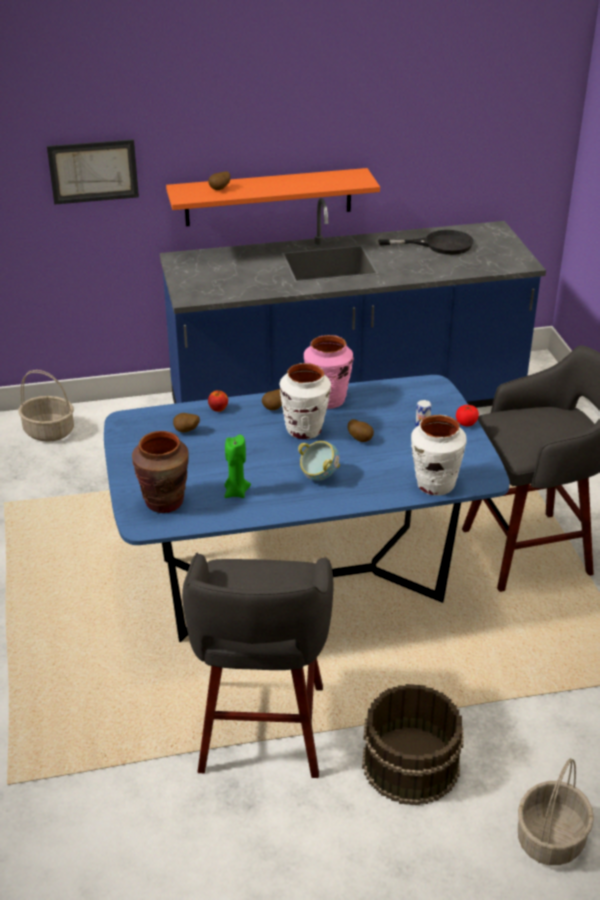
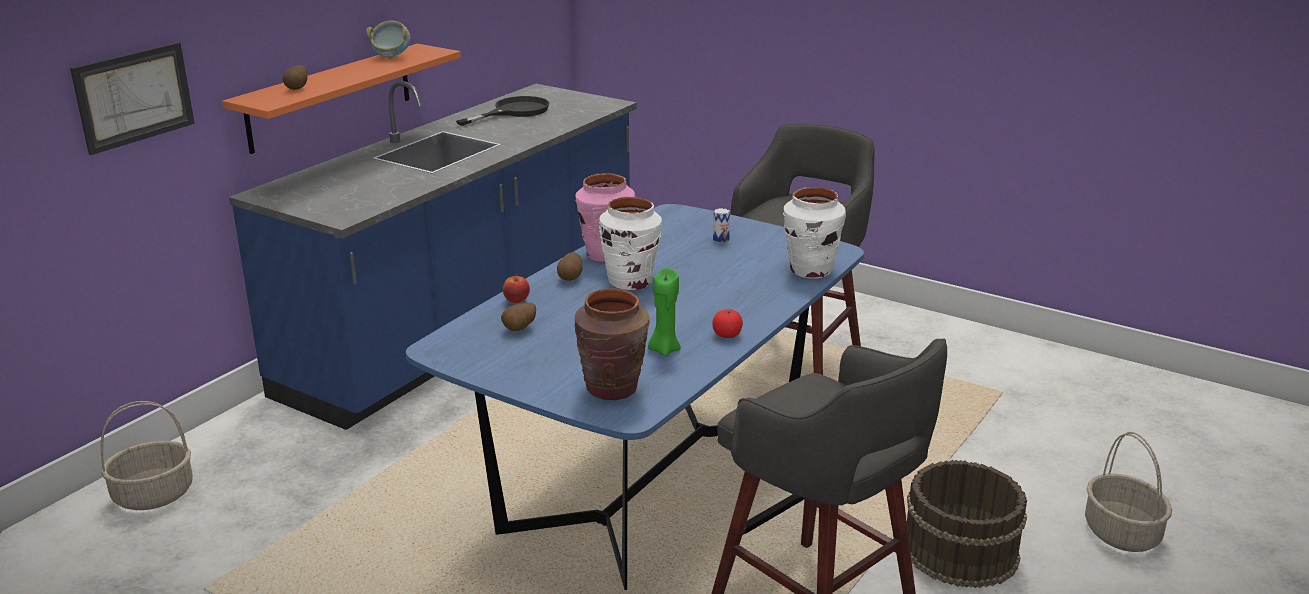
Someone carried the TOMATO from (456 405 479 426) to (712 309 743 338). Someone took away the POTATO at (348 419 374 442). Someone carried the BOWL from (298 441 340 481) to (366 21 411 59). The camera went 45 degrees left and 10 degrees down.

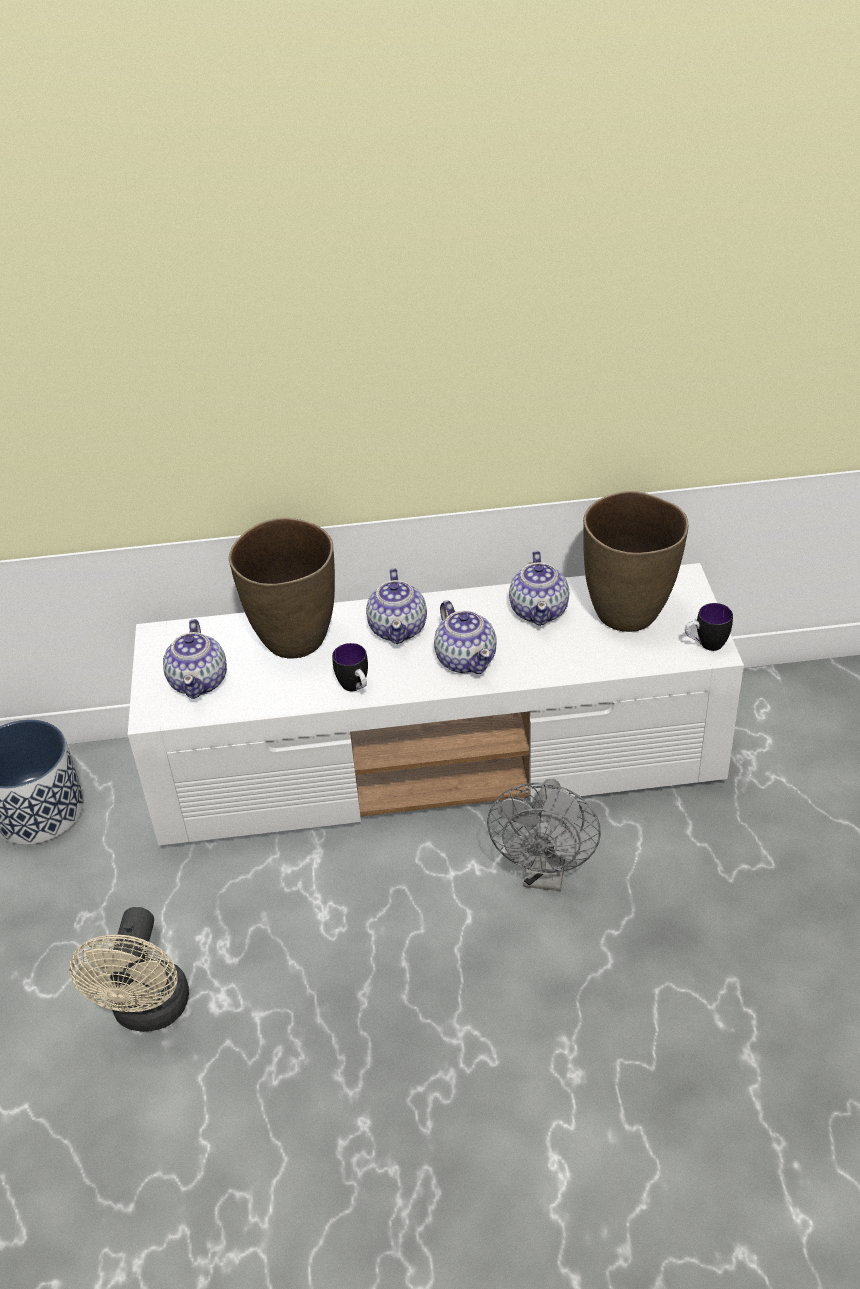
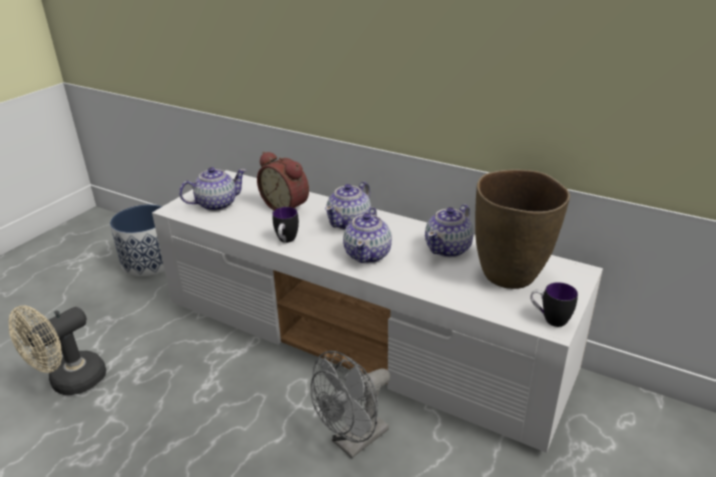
Someone swapped the BROWN VASE at (229 518 335 659) for the ALARM CLOCK at (257 151 309 210). Someone rotated the TEAPOT at (163 619 227 699) by 150 degrees counterclockwise. The camera went 35 degrees right and 10 degrees down.

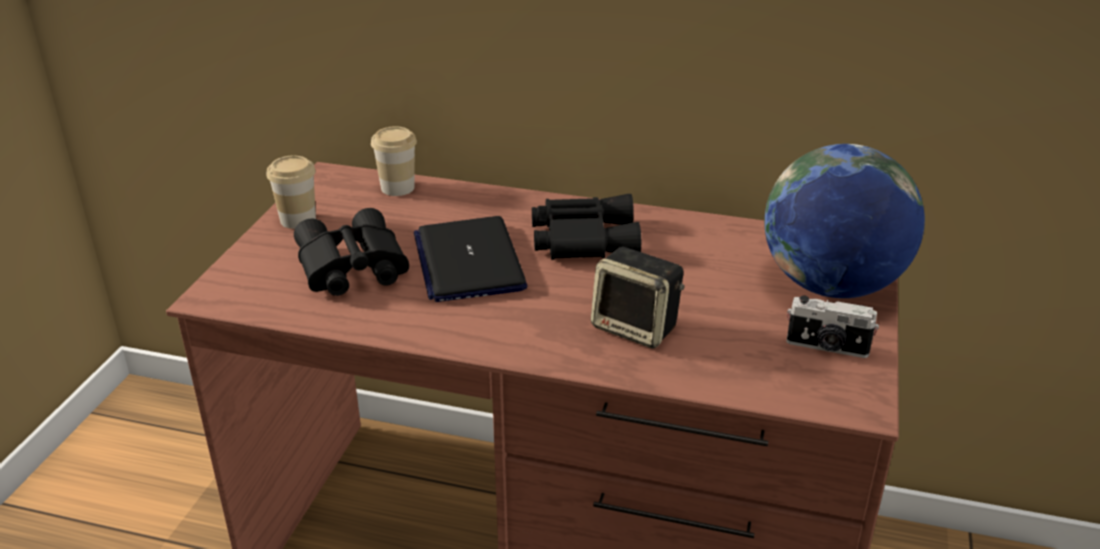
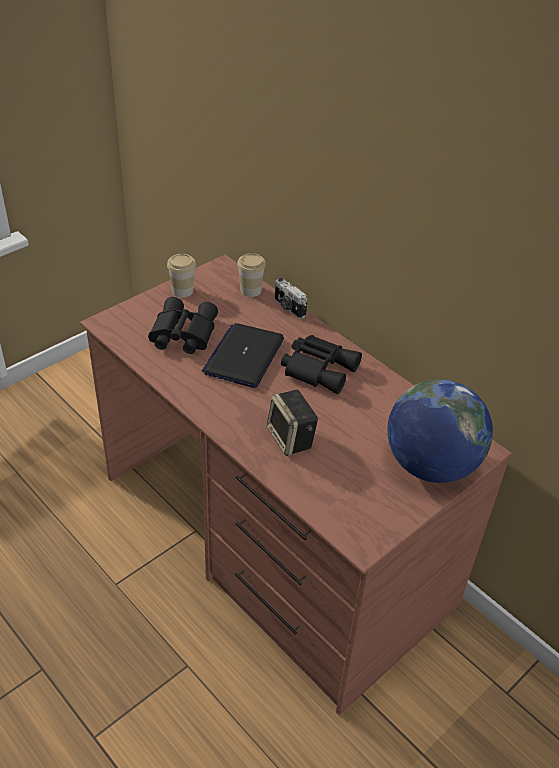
Someone carried the PHOTO CAMERA from (786 296 879 358) to (275 278 307 319). The camera went 30 degrees right and 10 degrees up.

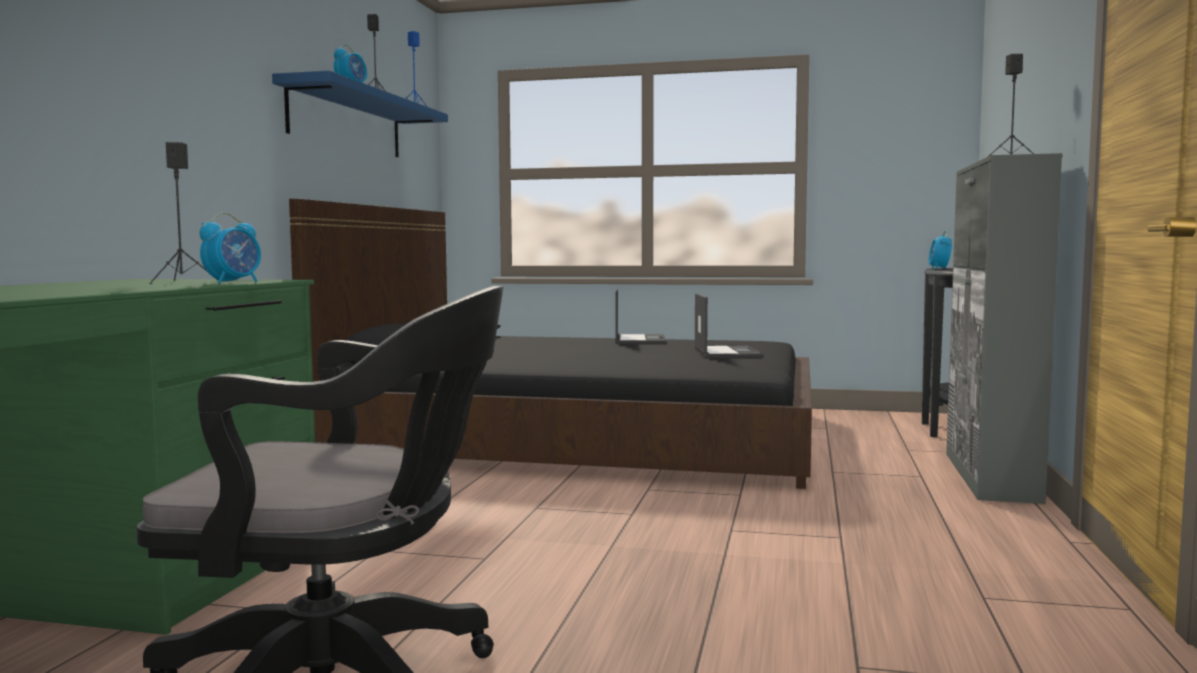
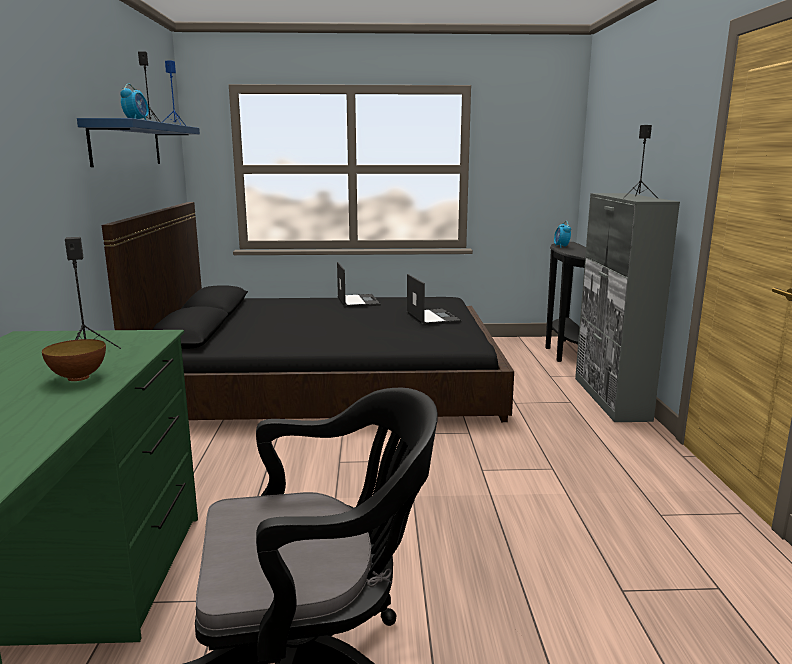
Someone took away the ALARM CLOCK at (199 212 261 284). Someone put down the BOWL at (42 339 106 381). The camera went 15 degrees left and 10 degrees up.

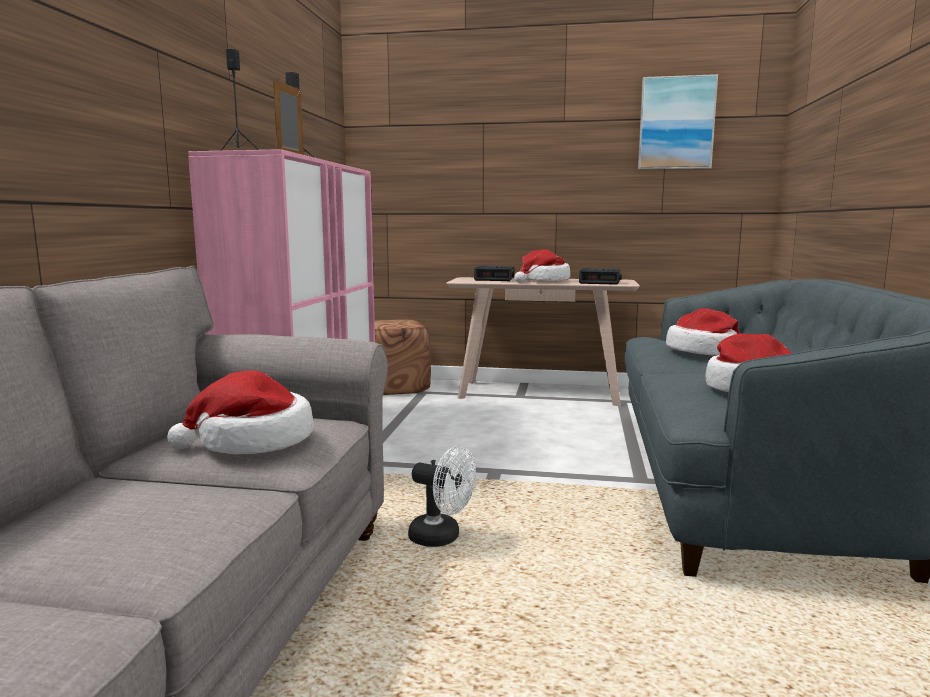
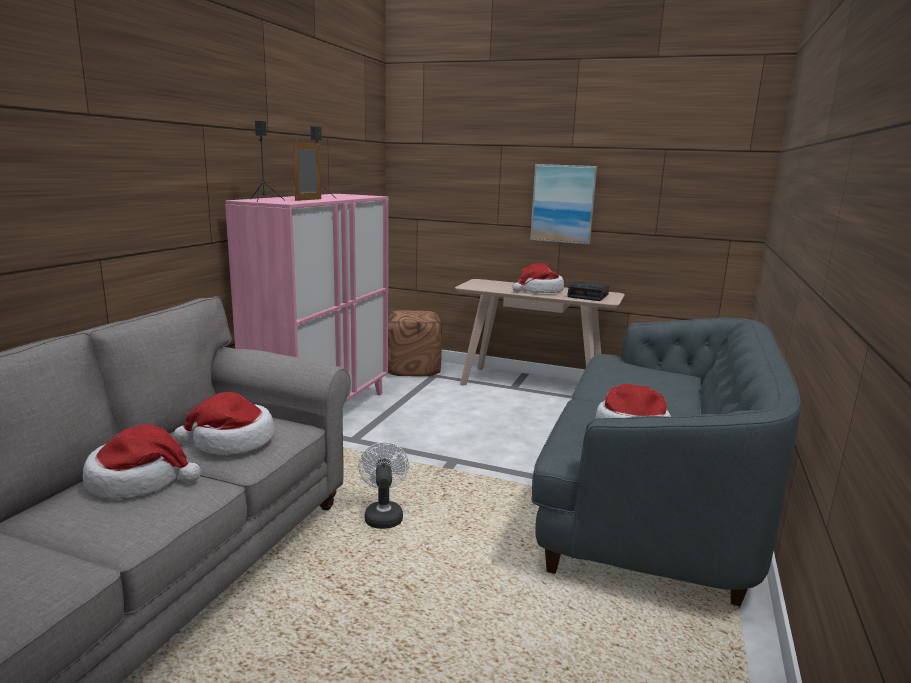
Someone carried the PICTURE from (638 74 718 170) to (530 164 597 244). Someone took away the ALARM CLOCK at (474 266 514 281). Someone carried the HAT from (666 308 740 355) to (83 424 201 499). Someone rotated the WHITE FAN at (408 446 476 547) by 135 degrees counterclockwise. The camera went 10 degrees right and 5 degrees up.

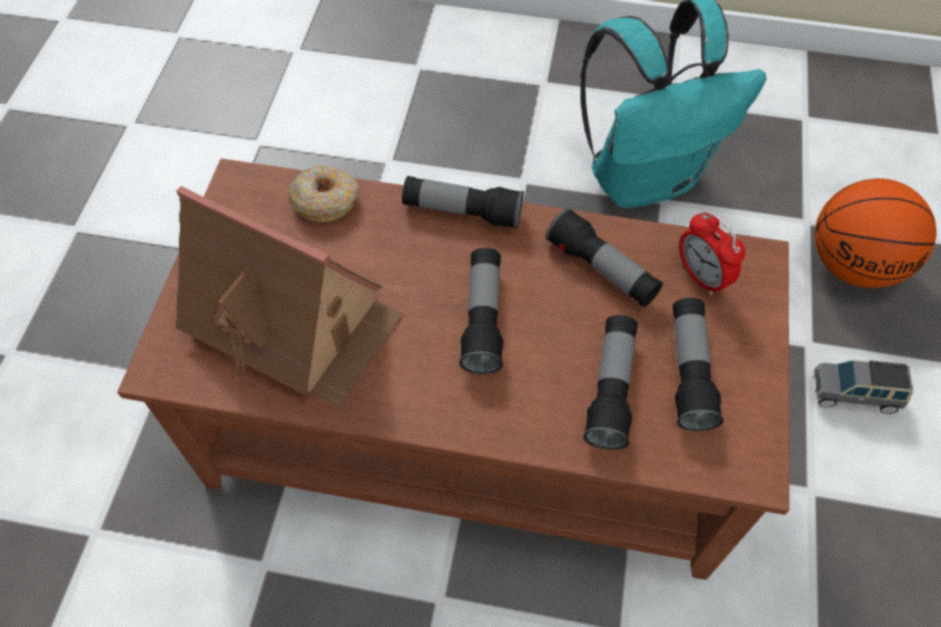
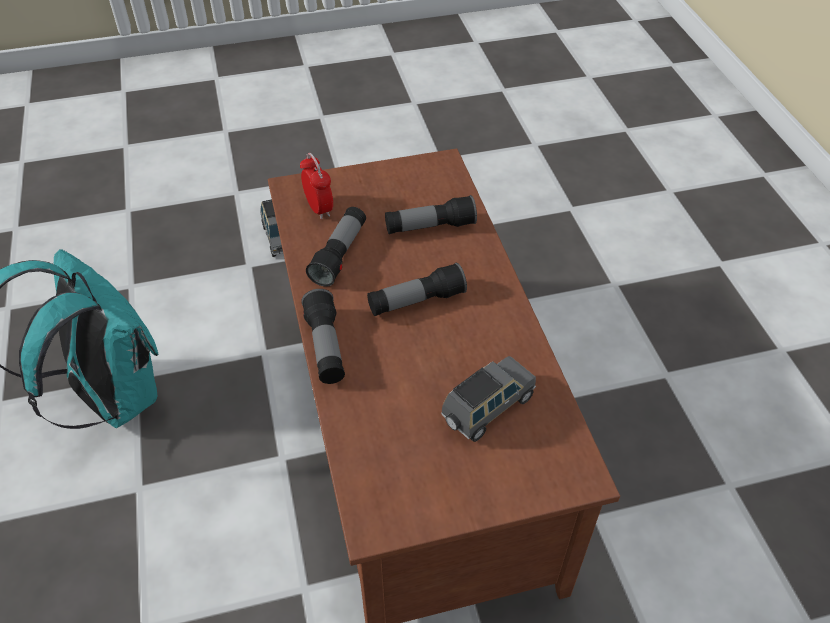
Someone took away the DONUT at (289 165 358 222). Someone took away the BASKETBALL at (815 179 937 288). Someone swapped the TOY HOUSE at (176 186 403 408) for the GREY TOY CAR at (441 356 536 442). Someone rotated the ALARM CLOCK at (679 211 745 295) by 60 degrees counterclockwise. Someone took away the FLASHLIGHT at (672 298 723 431). The camera went 115 degrees left and 10 degrees down.

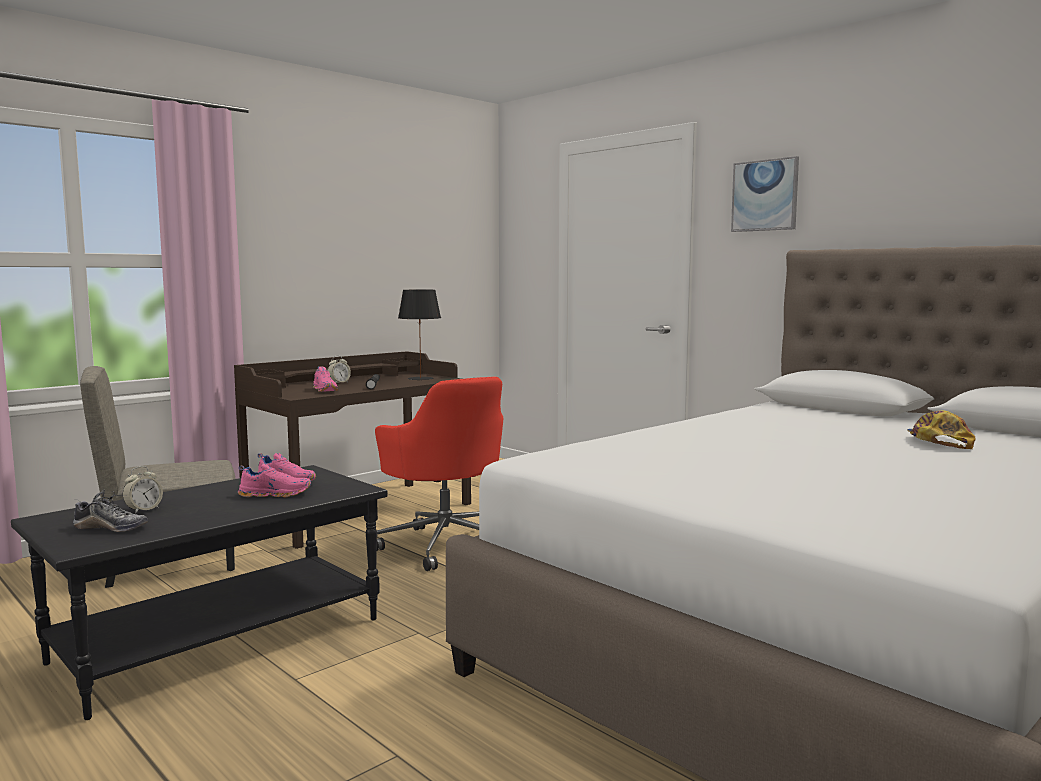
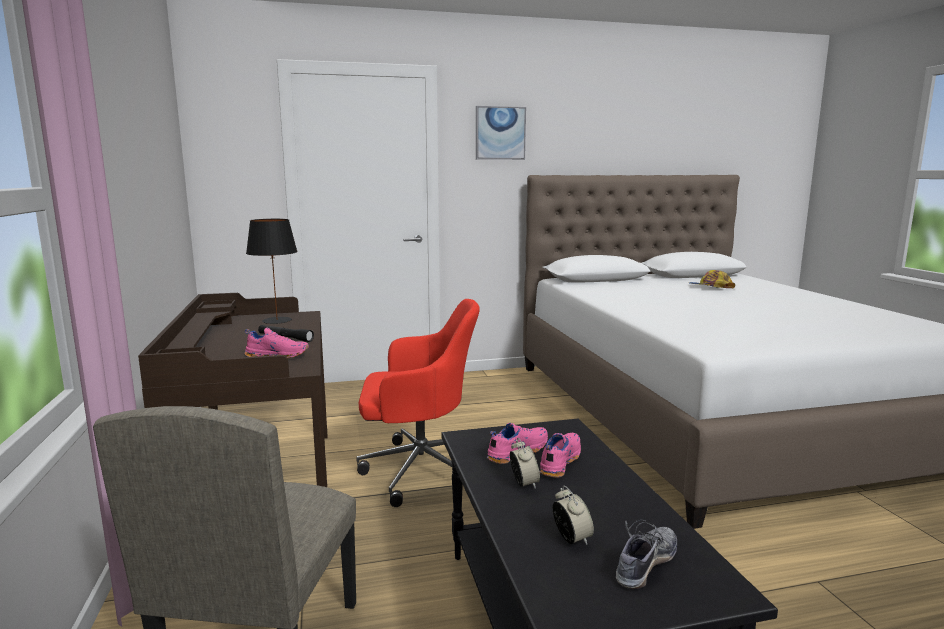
Someone carried the ALARM CLOCK from (327 355 351 383) to (510 438 540 489). The camera went 60 degrees left and 5 degrees up.

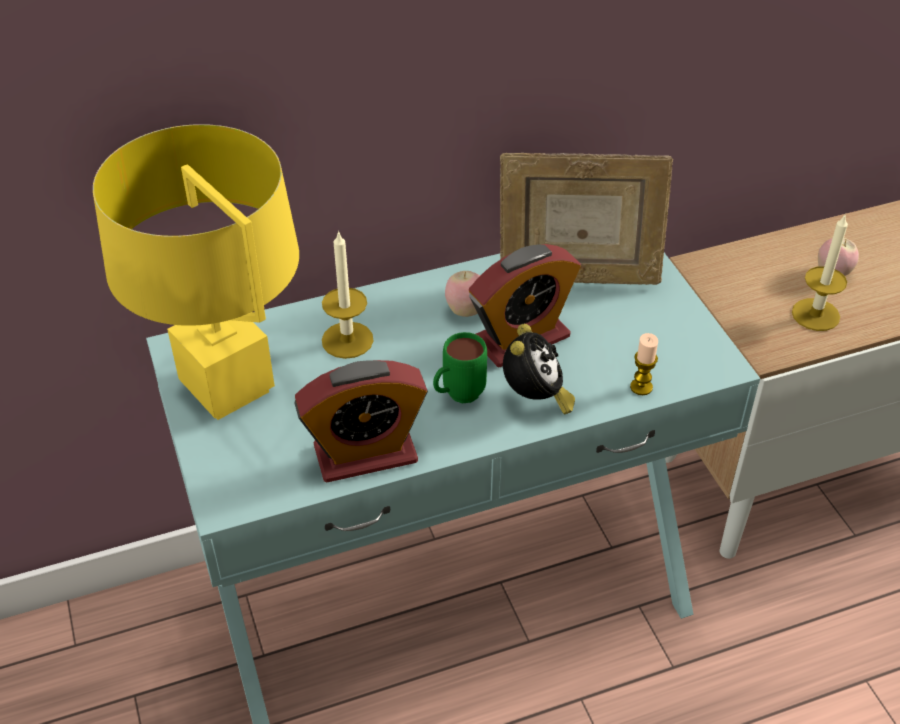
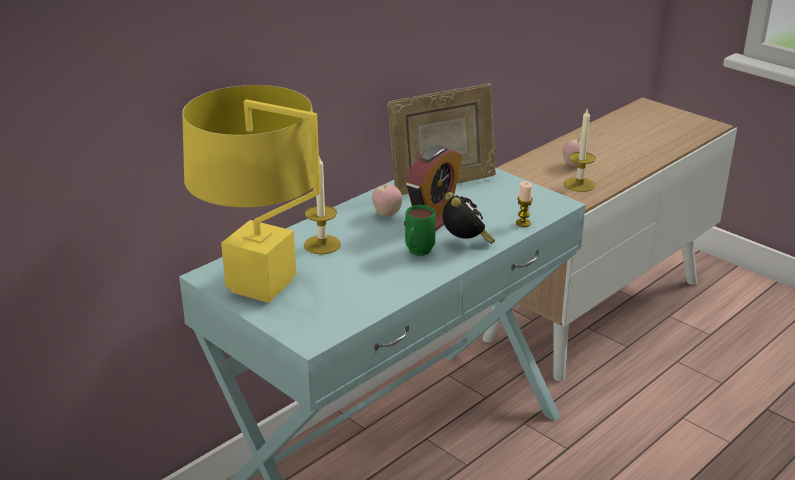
Someone took away the ALARM CLOCK at (294 360 428 483). The camera went 25 degrees left and 15 degrees down.

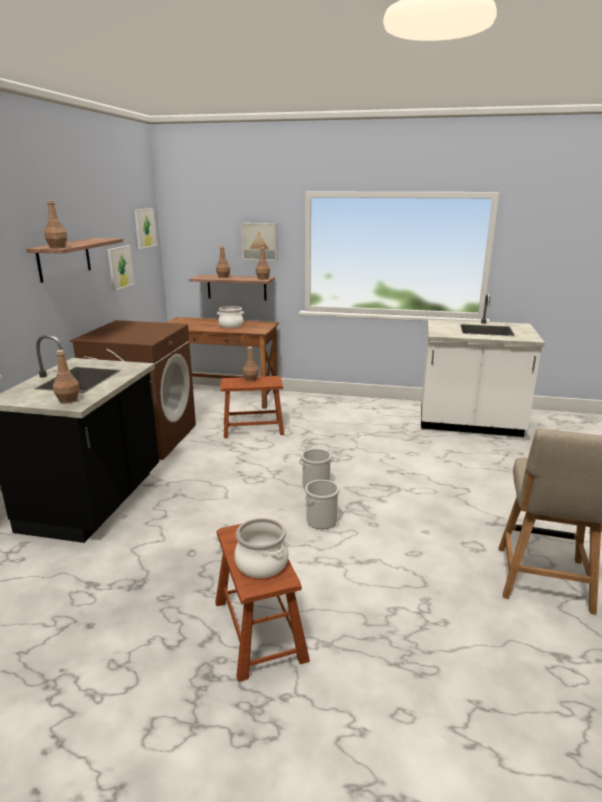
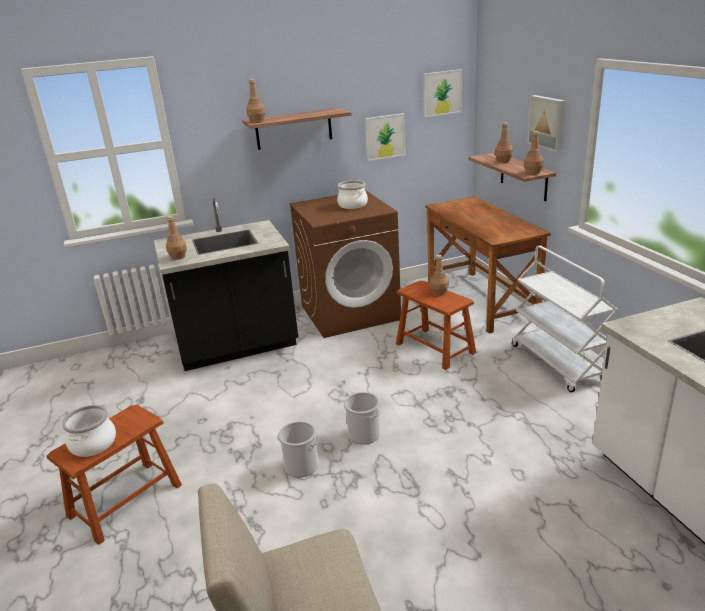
Someone carried the COOKING POT from (217 306 244 328) to (337 180 368 209). Someone put down the WHITE CART at (512 245 618 392). The camera went 60 degrees right and 5 degrees up.

